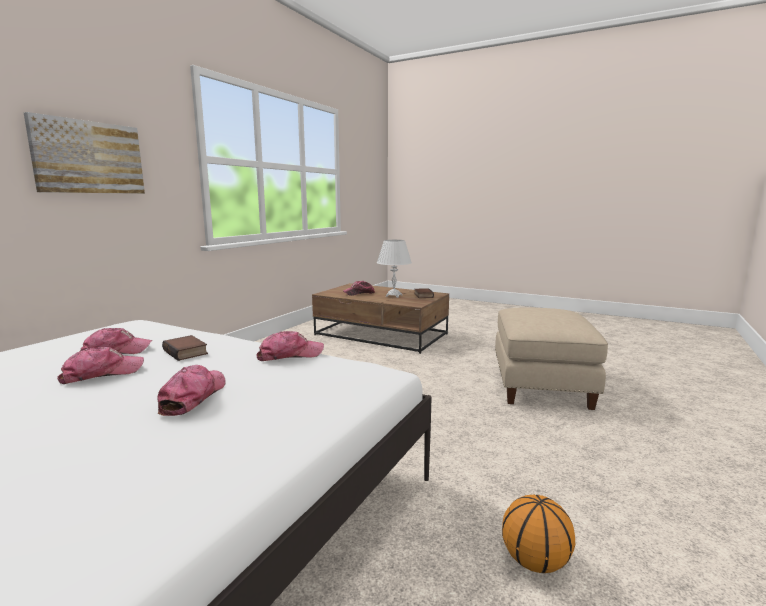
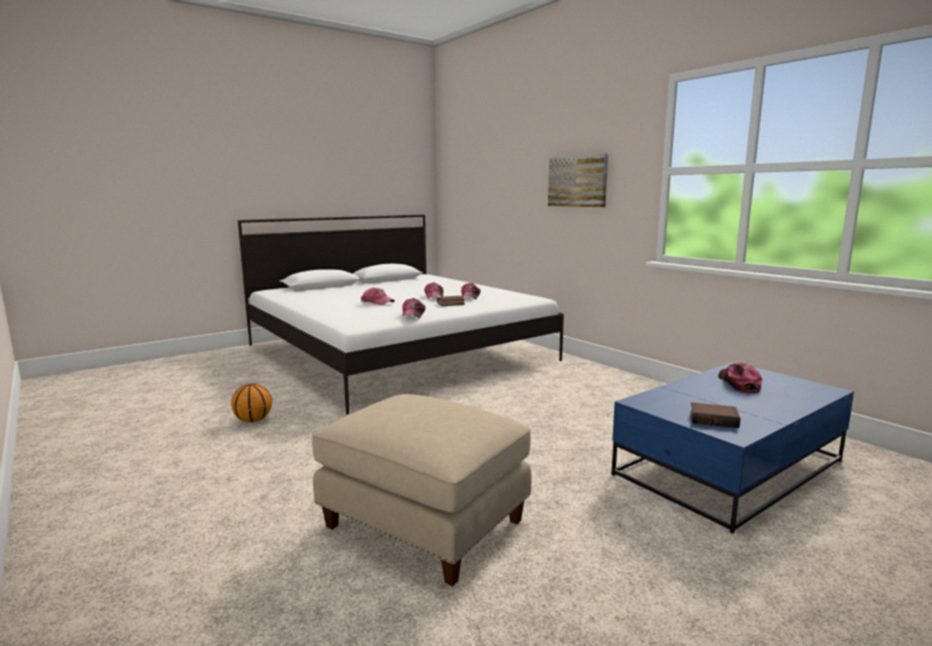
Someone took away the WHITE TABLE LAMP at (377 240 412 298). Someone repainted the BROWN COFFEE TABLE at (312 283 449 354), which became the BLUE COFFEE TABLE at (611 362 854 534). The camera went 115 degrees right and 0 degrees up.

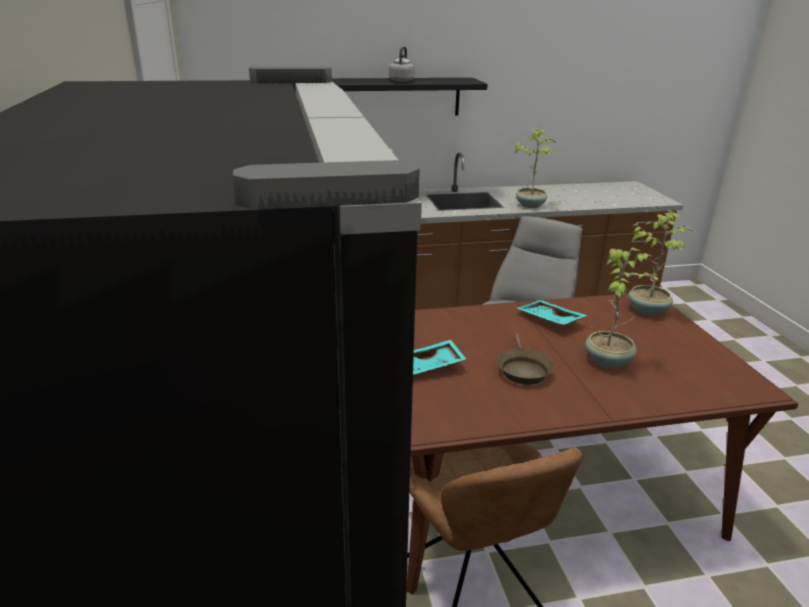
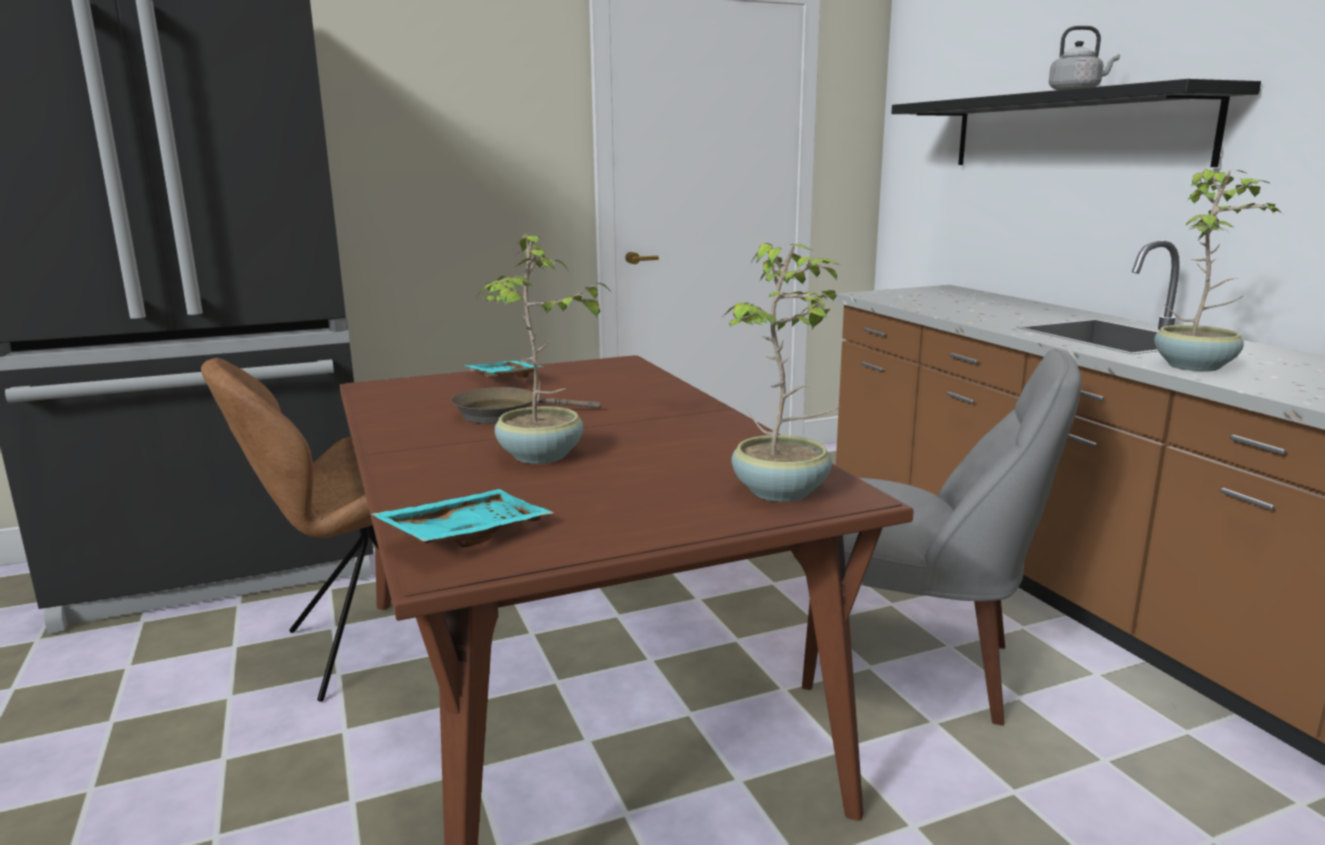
Someone carried the TURQUOISE TRAY from (517 300 587 326) to (371 489 554 548). The camera went 80 degrees right and 10 degrees down.

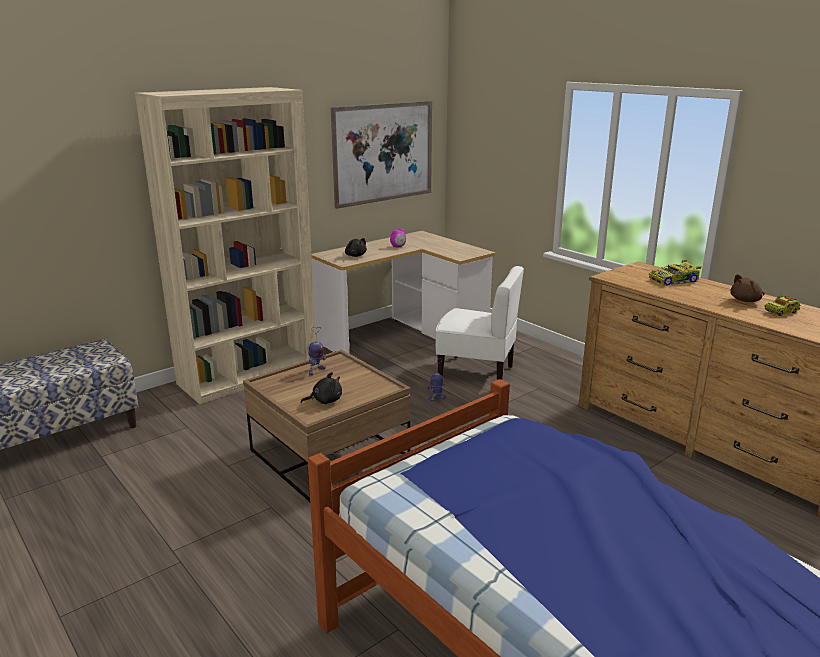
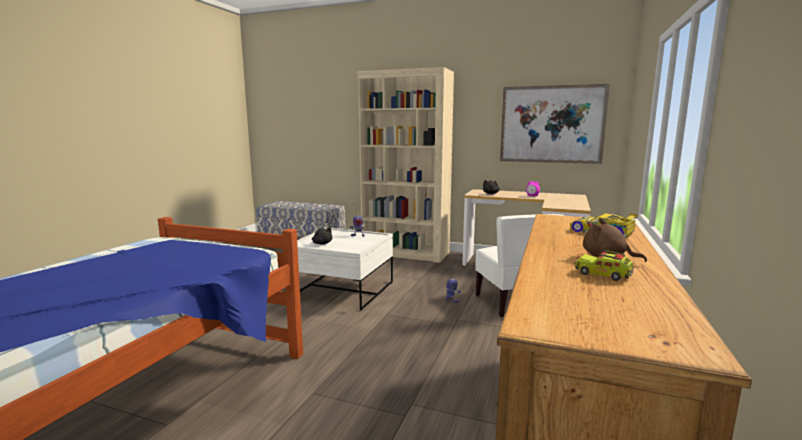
Someone repainted the BROWN COFFEE TABLE at (243 350 411 502), which became the WHITE COFFEE TABLE at (297 228 393 311). The camera went 60 degrees right and 10 degrees down.

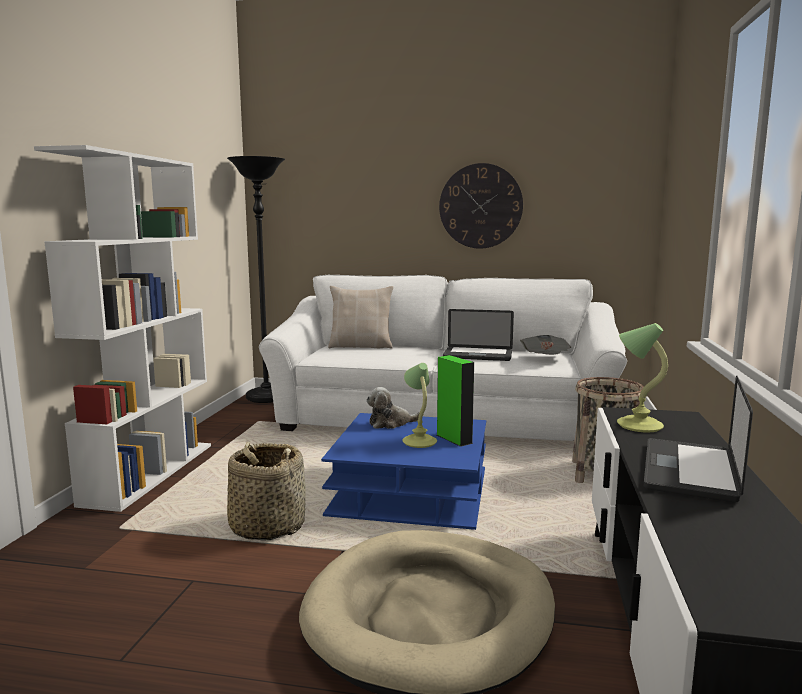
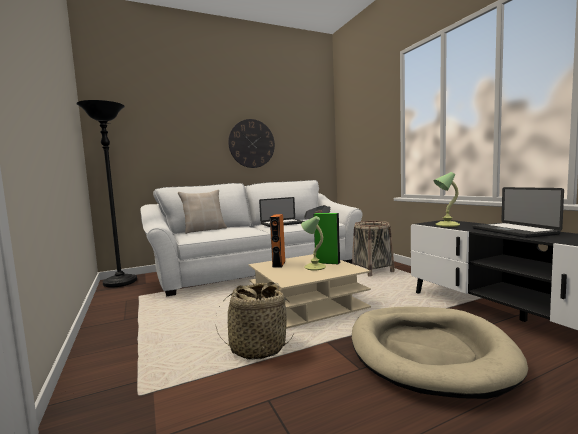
Someone took away the WHITE BOOKCASE at (34 145 211 512). Someone swapped the PLUSH TOY at (366 387 420 429) for the ORANGE SPEAKER at (270 214 285 268). Someone repainted the BLUE COFFEE TABLE at (321 413 486 530), which became the BEIGE COFFEE TABLE at (249 254 371 329). The camera went 35 degrees left and 5 degrees down.

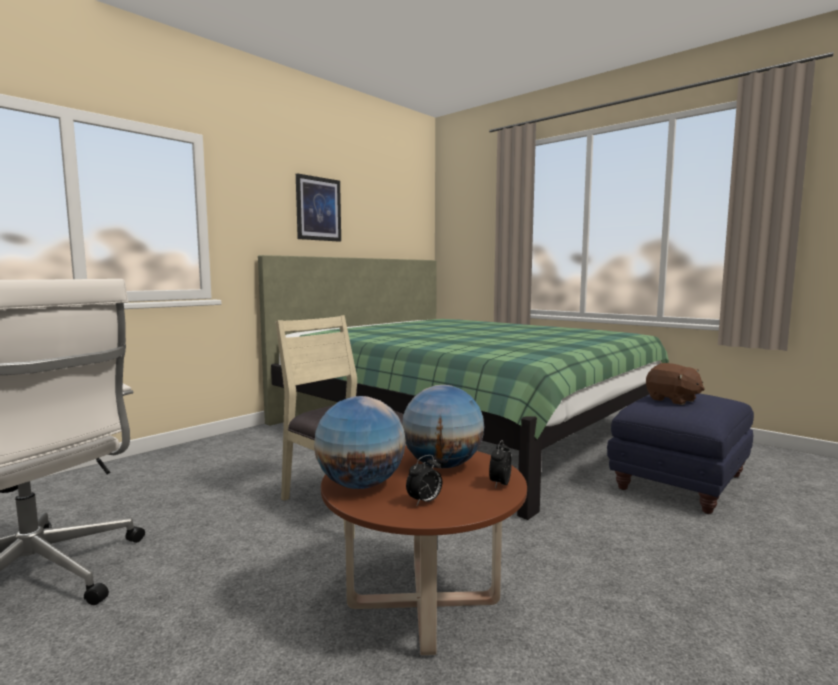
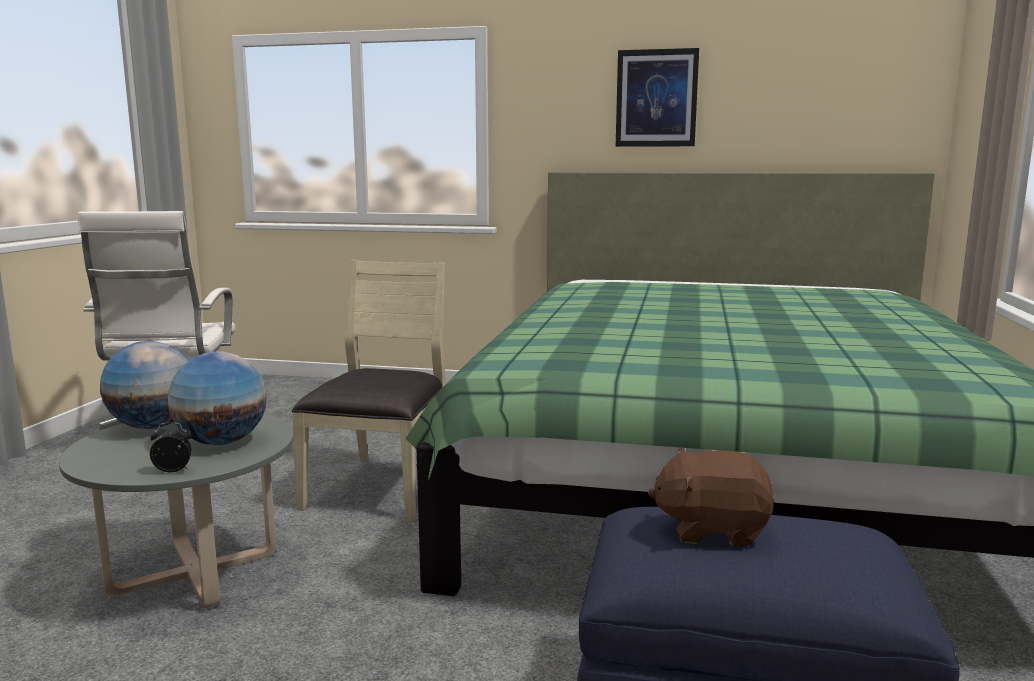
Someone rotated the BROWN PLUSH TOY at (646 363 705 405) by 75 degrees clockwise. Someone repainted the BROWN COFFEE TABLE at (321 445 527 655), which became the GREY COFFEE TABLE at (59 414 294 609). Someone took away the ALARM CLOCK at (406 455 442 505). The camera went 60 degrees right and 5 degrees up.

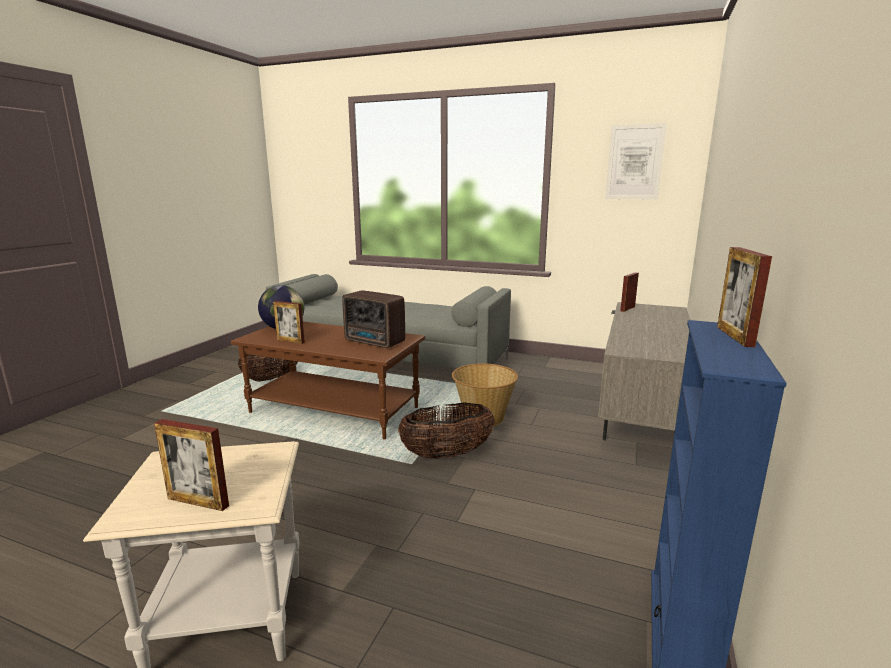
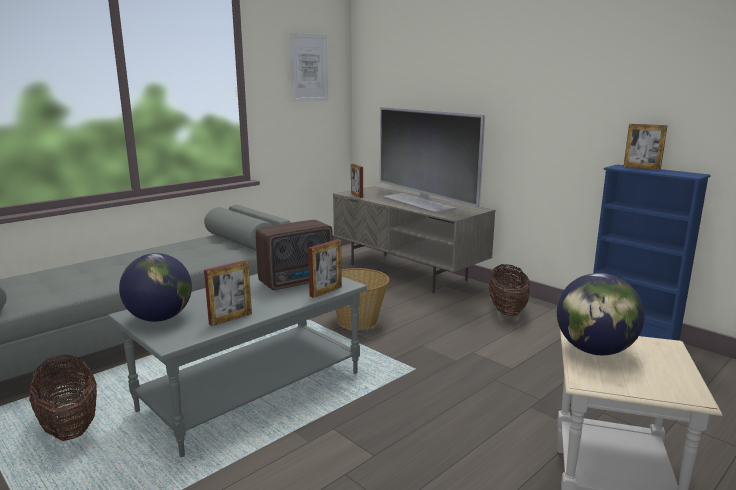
Someone repainted the BROWN COFFEE TABLE at (231 322 425 439), which became the GREY COFFEE TABLE at (108 274 367 457). Someone carried the BASKET from (398 403 495 459) to (489 264 530 316). Someone carried the PICTURE FRAME from (154 419 229 511) to (308 239 342 298). Someone put down the TELEVISION at (380 107 485 213). Someone put down the GLOBE at (557 273 645 355). The camera went 65 degrees left and 0 degrees up.

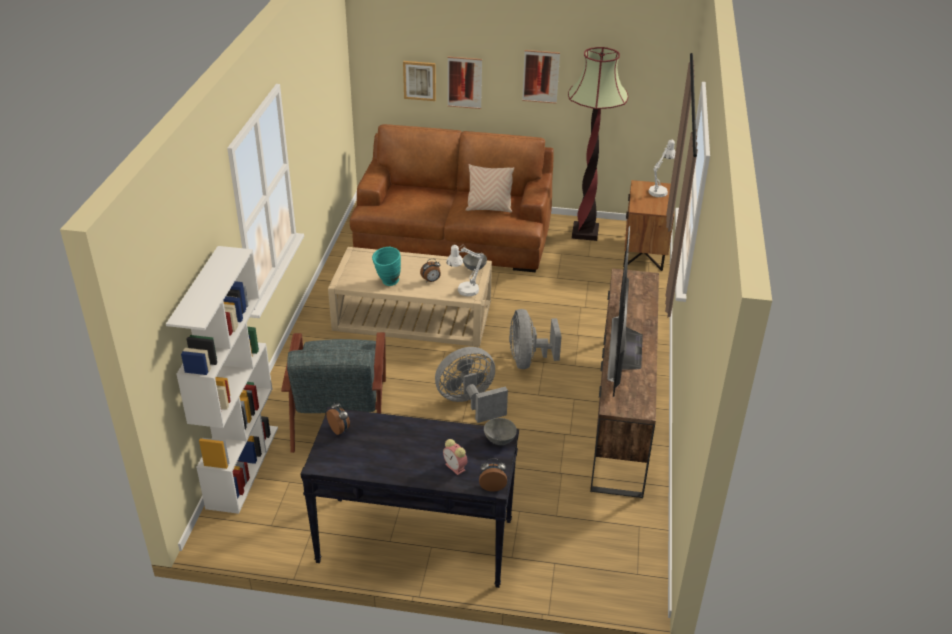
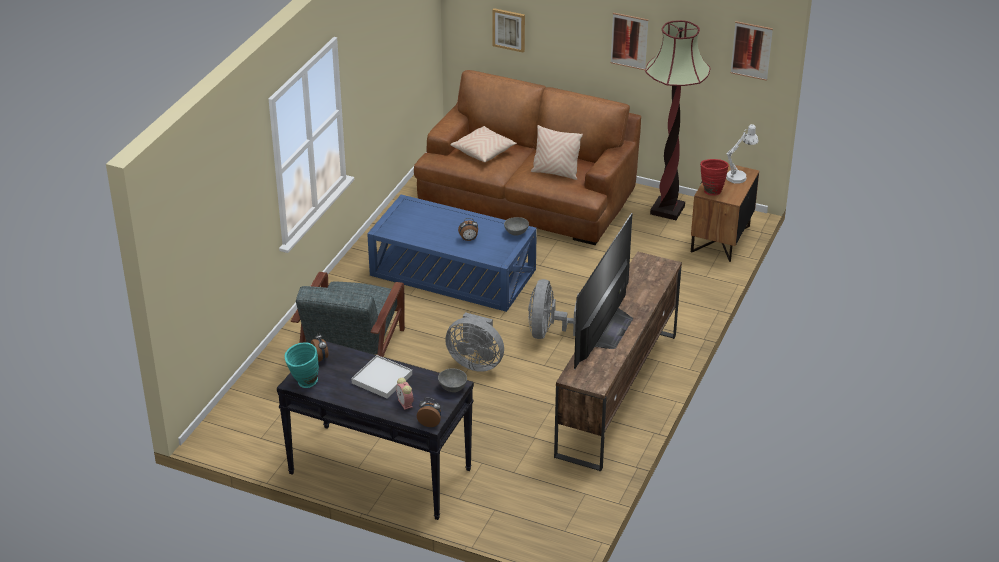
Someone carried the PICTURE from (448 56 482 109) to (731 21 773 81). Someone took away the WHITE TABLE LAMP at (446 245 484 296). Someone took away the WHITE BOOKCASE at (166 246 278 514). Someone repainted the BEIGE COFFEE TABLE at (328 247 492 347), which became the BLUE COFFEE TABLE at (367 195 537 312). Someone carried the TURQUOISE VASE from (372 247 401 286) to (284 343 319 388). Someone rotated the GREY FAN at (435 347 508 423) by 150 degrees counterclockwise. Someone put down the BEIGE PILLOW at (450 126 517 162). Someone put down the RED VASE at (700 159 729 196). Someone put down the WHITE TRAY at (351 355 412 399). The camera went 15 degrees right and 0 degrees up.

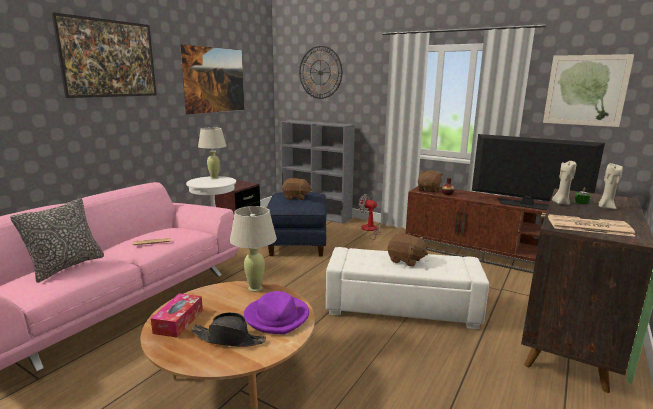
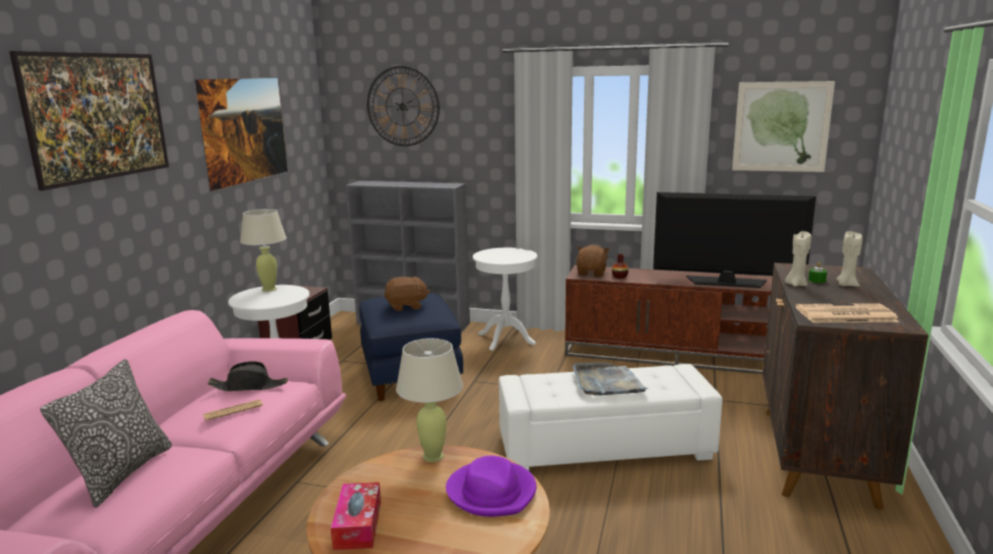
Someone swapped the FAN at (359 194 381 240) for the WHITE SIDE TABLE at (473 248 537 351). Someone swapped the BROWN PLUSH TOY at (388 233 428 267) for the GREY TRAY at (573 362 648 396). Someone carried the BLACK HAT from (191 312 266 347) to (208 361 288 392). The camera went 15 degrees left and 0 degrees up.

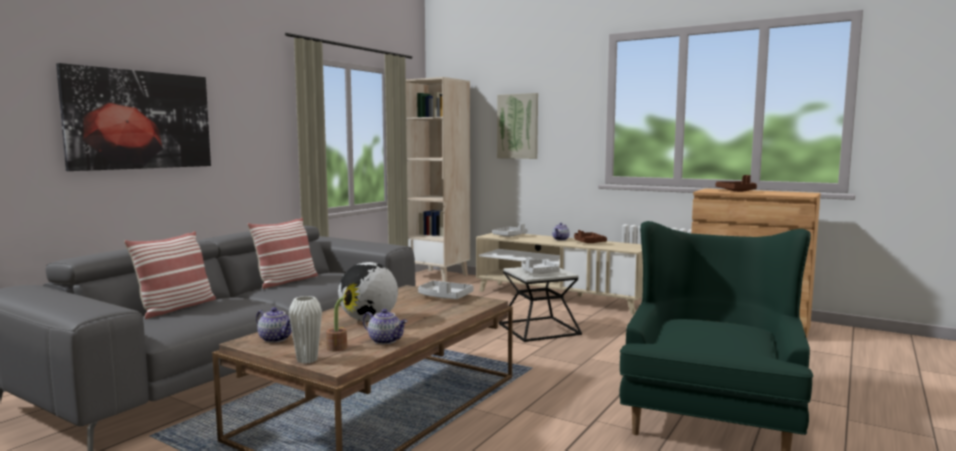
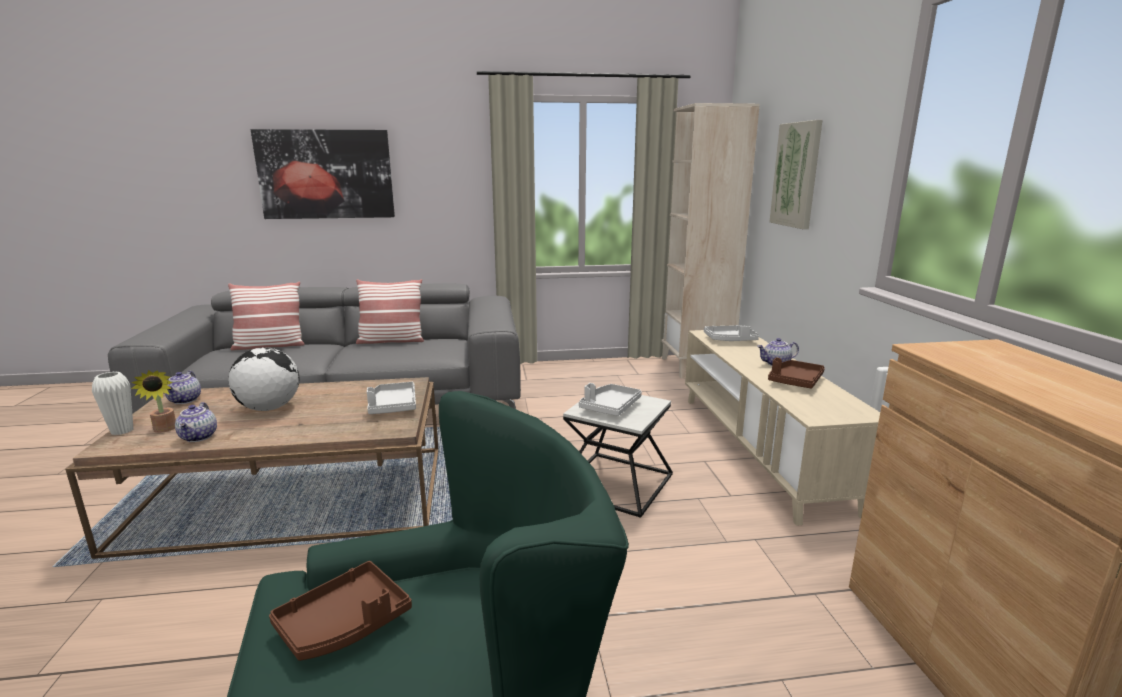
Someone carried the BROWN TRAY from (715 175 757 192) to (269 561 412 661). The camera went 50 degrees right and 10 degrees up.

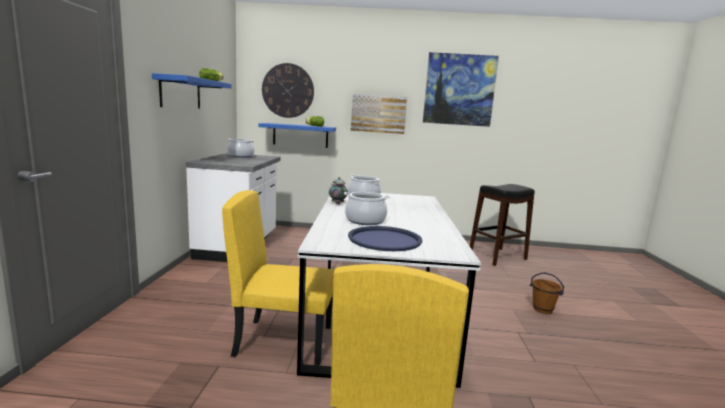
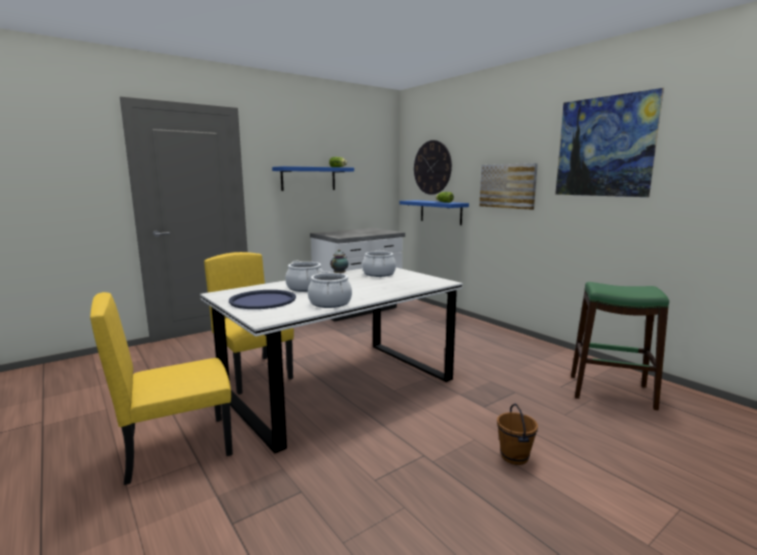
Someone carried the COOKING POT from (227 138 255 158) to (308 271 352 308). Someone repainted the BLACK STOOL at (470 184 535 266), which became the GREEN STOOL at (571 282 669 410). The camera went 50 degrees right and 0 degrees up.

